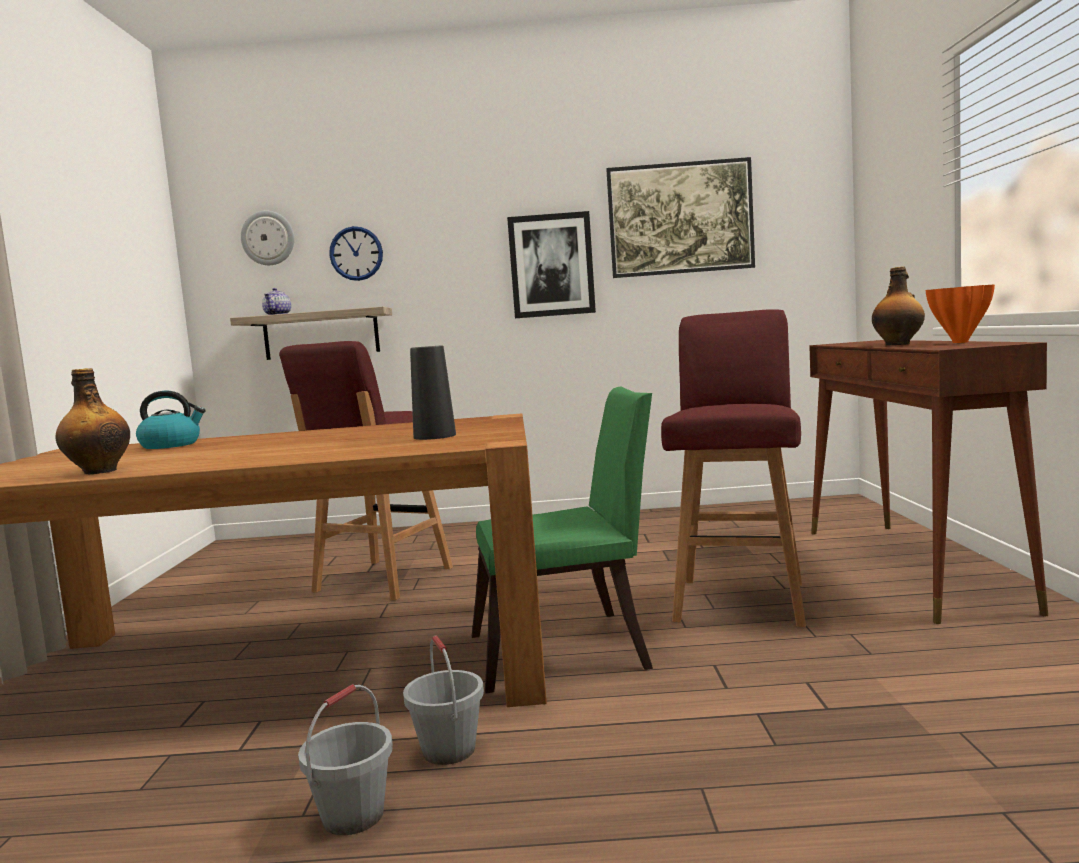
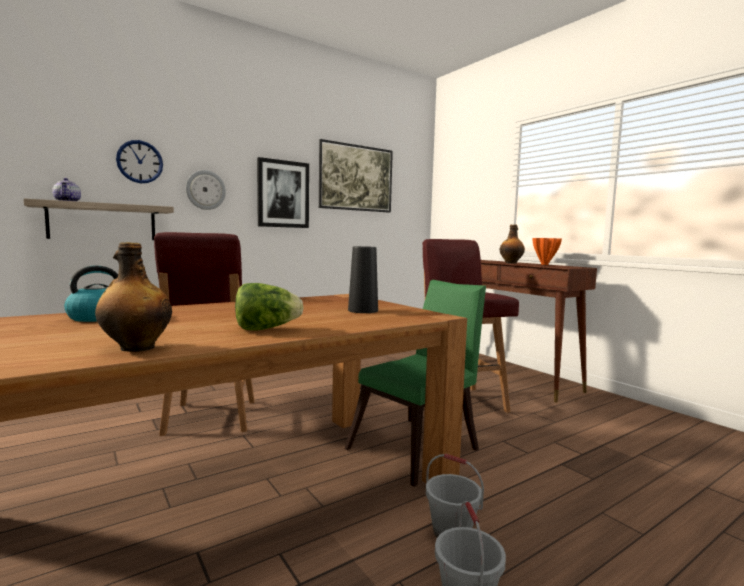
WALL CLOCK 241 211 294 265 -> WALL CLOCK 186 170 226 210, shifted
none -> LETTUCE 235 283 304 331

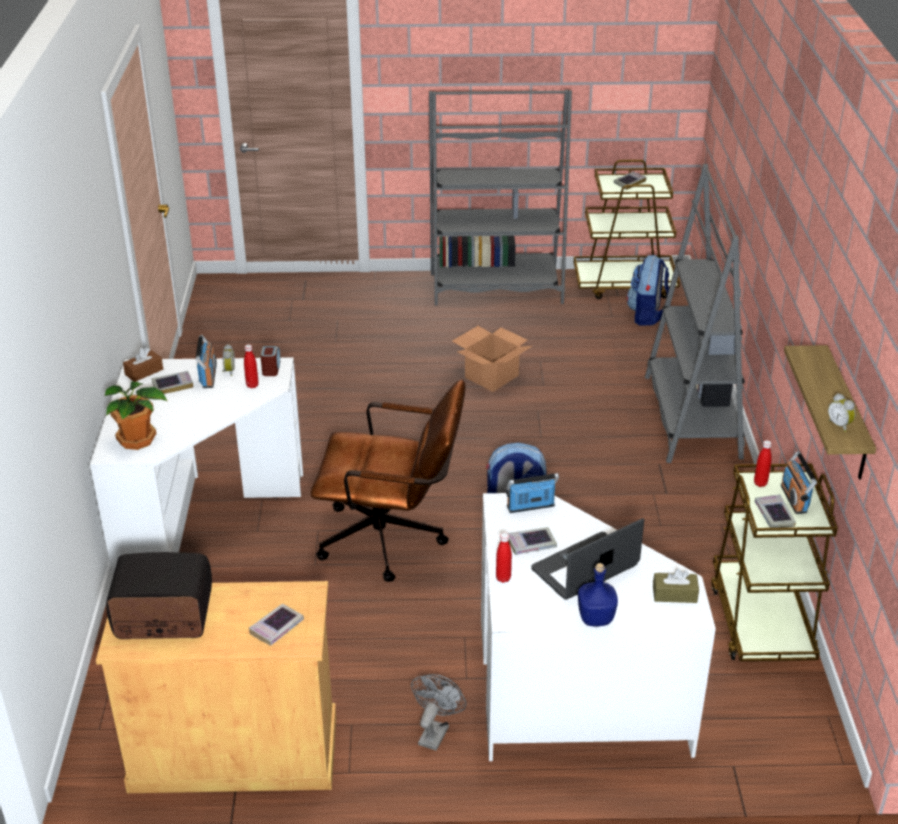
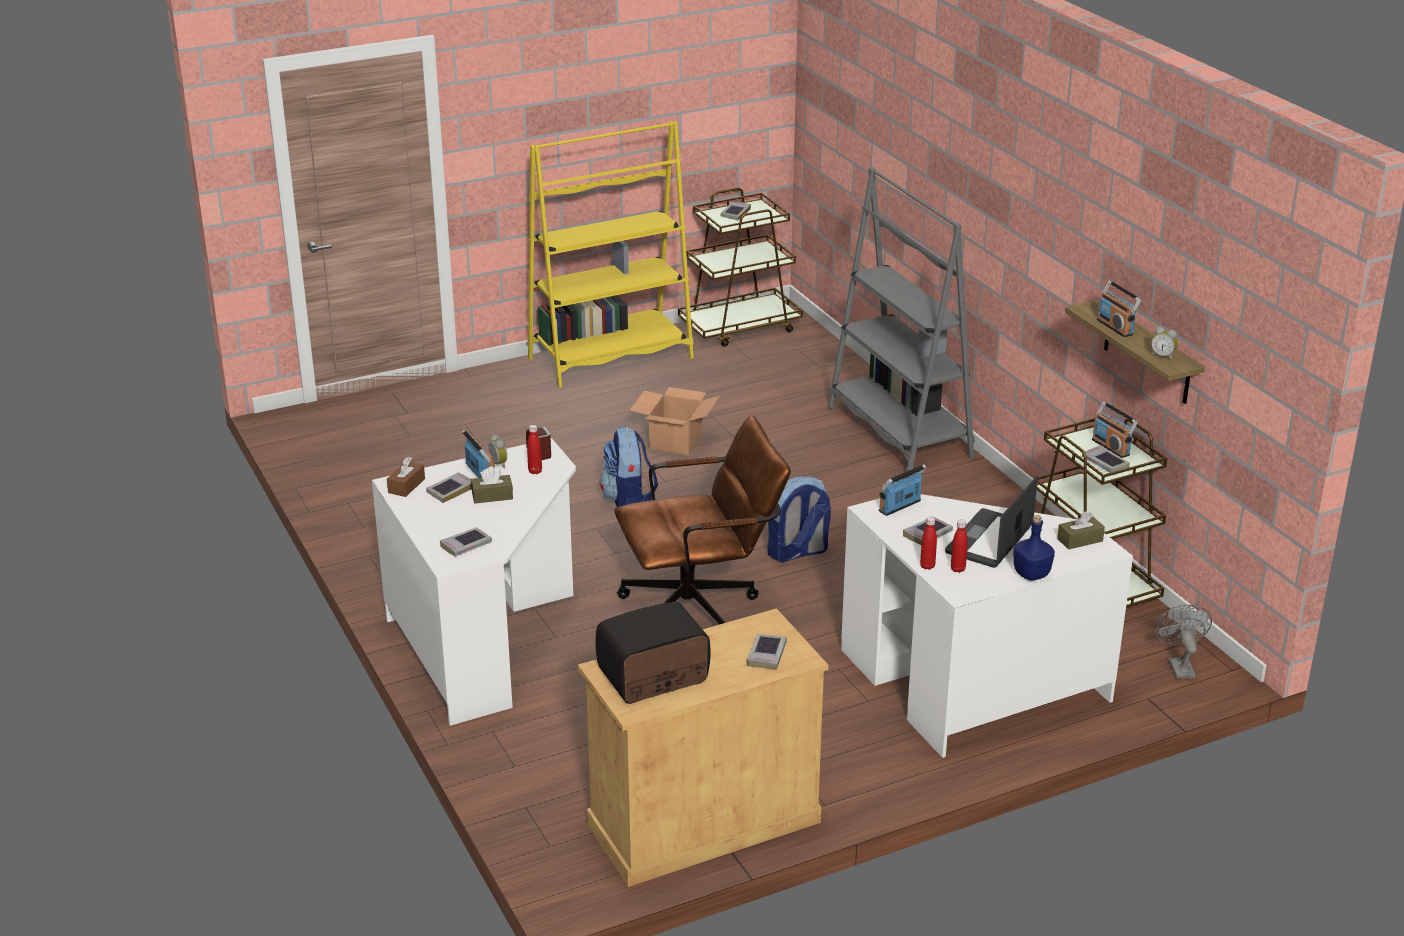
POTTED PLANT 105 381 167 450 -> BOOK 440 527 492 557
GREY FAN 411 674 466 751 -> GREY FAN 1155 605 1212 679, shifted
GREY BOOKCASE 429 90 572 306 -> YELLOW BOOKCASE 528 121 694 388
BACKPACK 627 255 671 326 -> BACKPACK 600 426 658 507, shifted
RED BOTTLE 754 440 772 487 -> RED BOTTLE 951 520 968 573, shifted
none -> BROWN TISSUE BOX 471 467 513 503
none -> RADIO 1097 280 1141 337

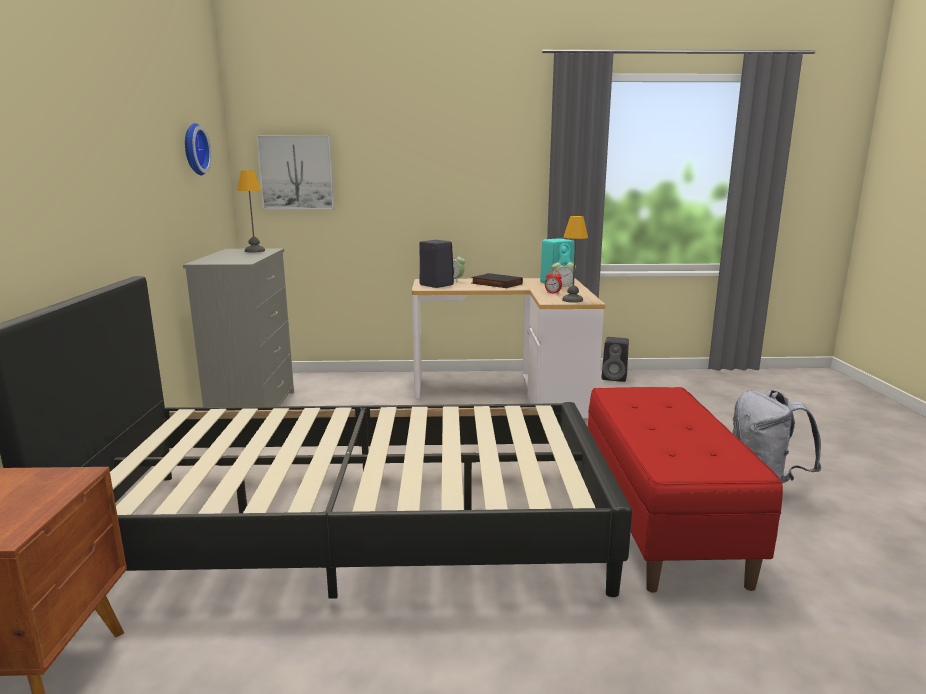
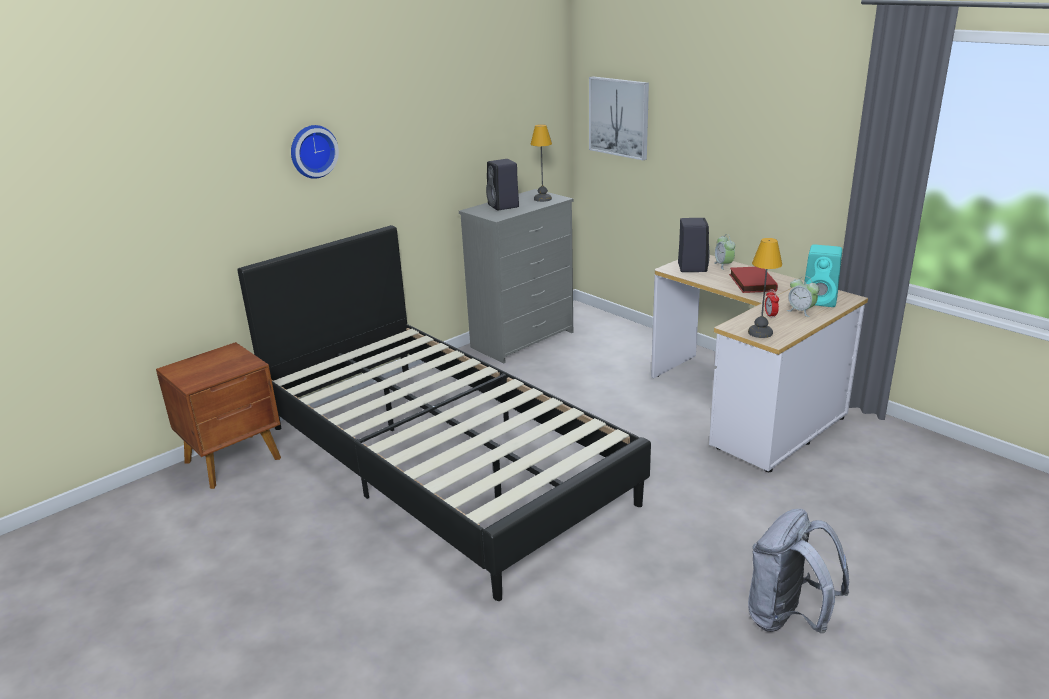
WALL CLOCK 185 123 212 175 -> WALL CLOCK 291 125 339 179, shifted
BLACK BOOK 471 273 523 288 -> RED BOOK 729 267 778 293
RED BENCH 588 387 783 593 -> none
BLACK SPEAKER 601 337 629 382 -> BLACK SPEAKER 486 159 519 210, shifted

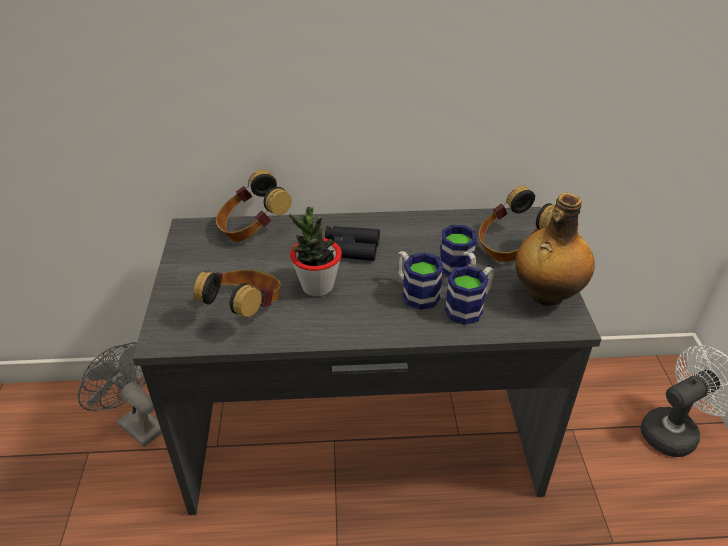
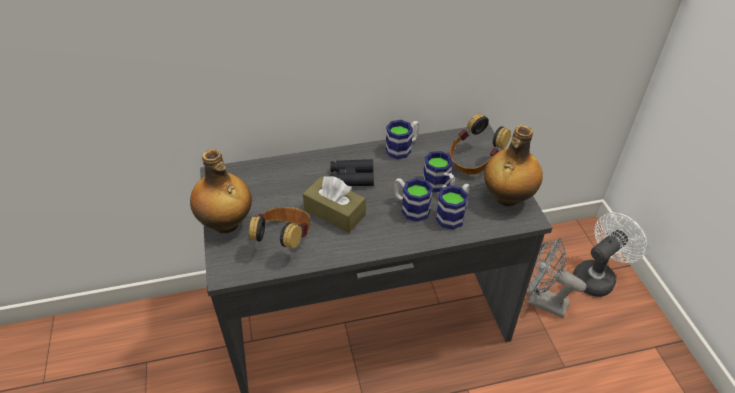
GREY FAN 78 342 162 447 -> GREY FAN 527 238 587 318, shifted
HEADPHONES 216 170 292 242 -> none
POTTED PLANT 289 207 342 297 -> BROWN TISSUE BOX 303 176 366 233
none -> BOTTLE 190 149 252 233
none -> MUG 385 120 419 159

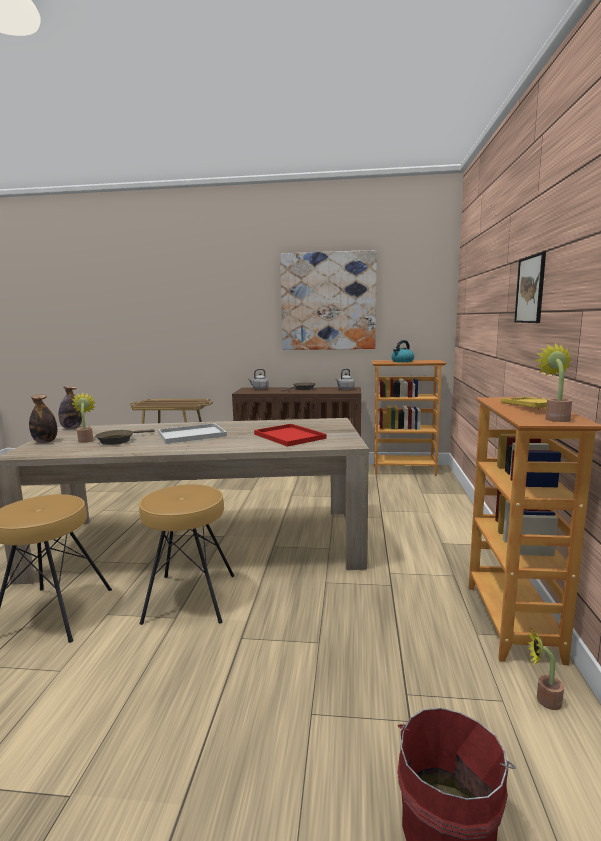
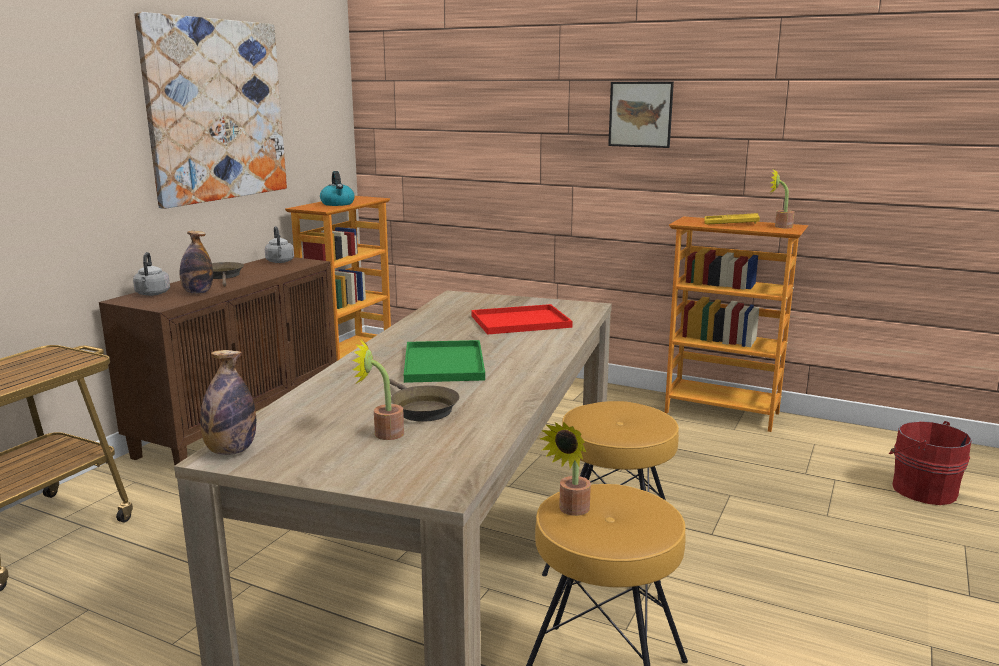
BOTTLE 29 395 57 443 -> BOTTLE 180 231 213 294, shifted
WHITE TRAY 158 423 227 444 -> GREEN TRAY 404 340 485 383
POTTED PLANT 528 629 564 710 -> POTTED PLANT 540 422 591 516, shifted

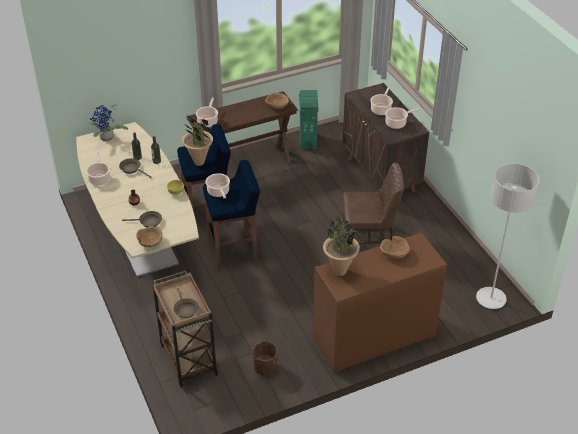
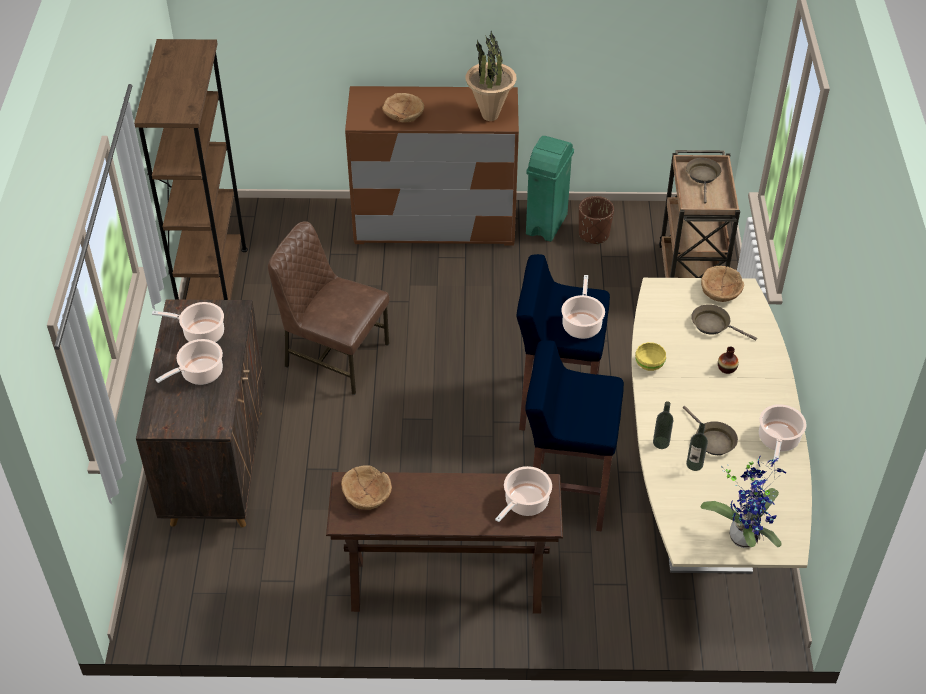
POTTED PLANT 182 116 213 166 -> none
GREEN TRASH CAN 299 90 319 149 -> GREEN TRASH CAN 526 136 574 242, shifted
GREY FLOOR LAMP 476 163 539 309 -> none
none -> BROWN BOOKCASE 134 39 248 300

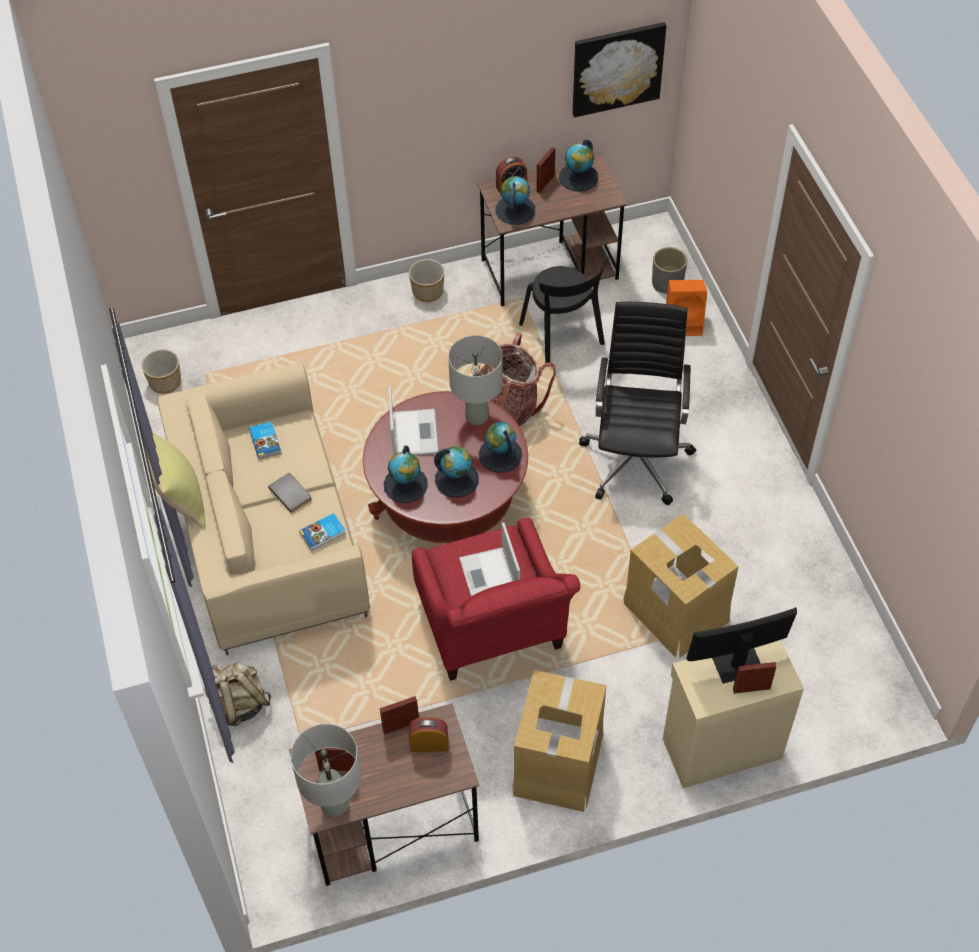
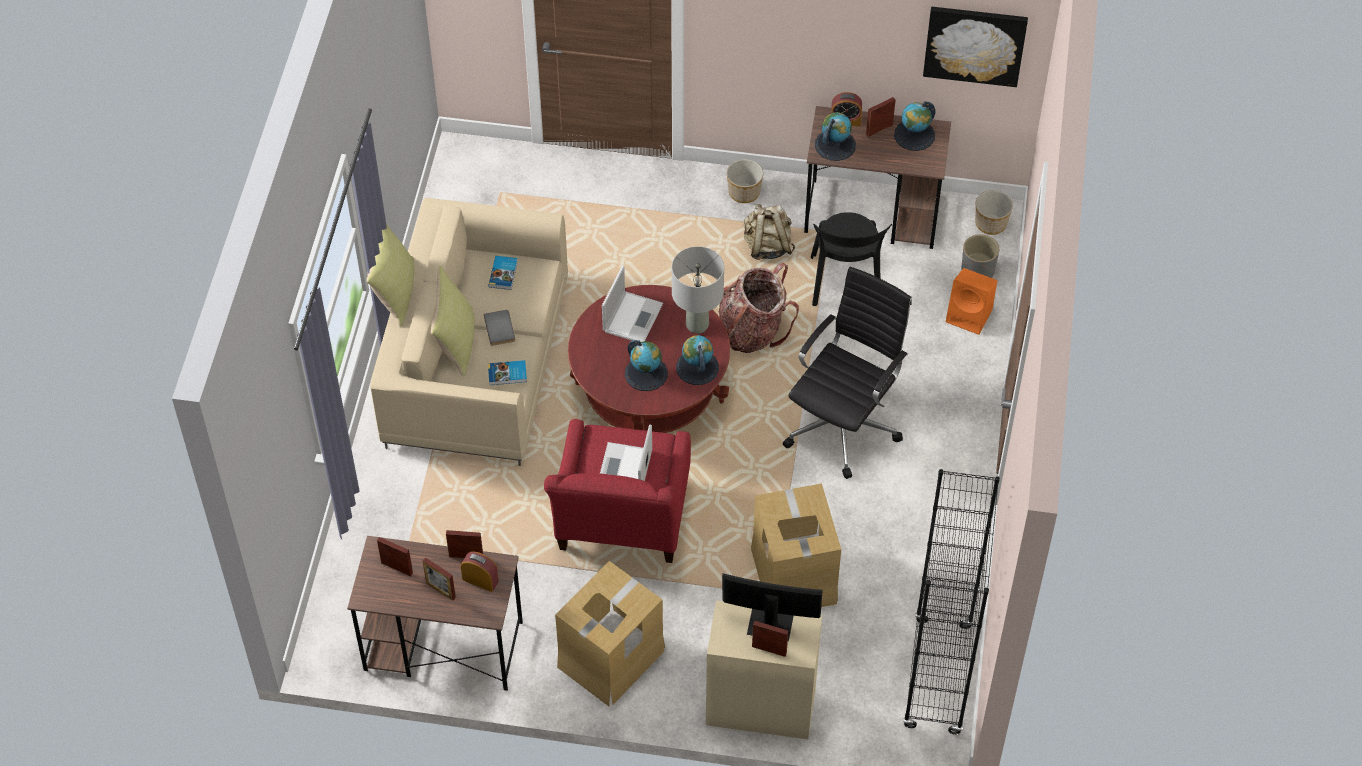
PLANTER 141 349 181 394 -> PLANTER 975 190 1013 235, shifted
BEIGE BACKPACK 204 662 271 726 -> BEIGE BACKPACK 744 204 795 260, shifted
GREY TABLE LAMP 291 724 361 817 -> none
GLOBE 384 445 428 503 -> none
none -> PICTURE FRAME 423 558 456 601
none -> YELLOW PILLOW 431 265 475 376
none -> BLACK BOOKCASE 903 469 1000 735

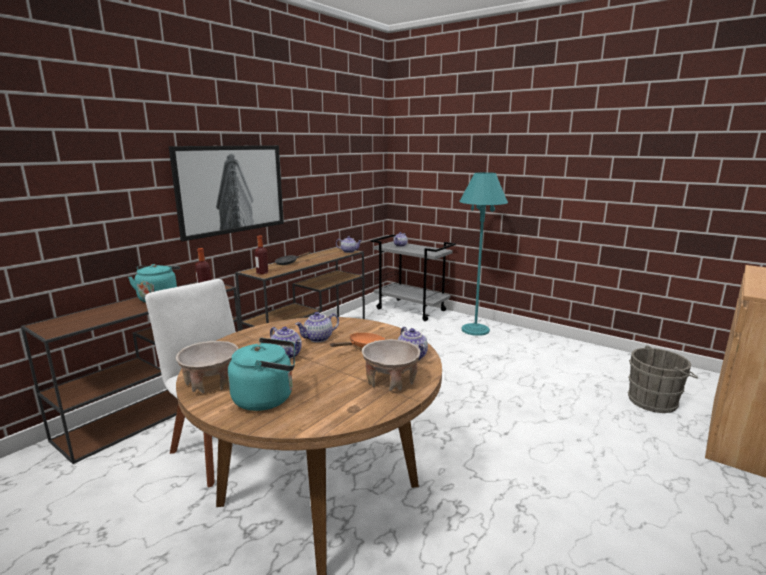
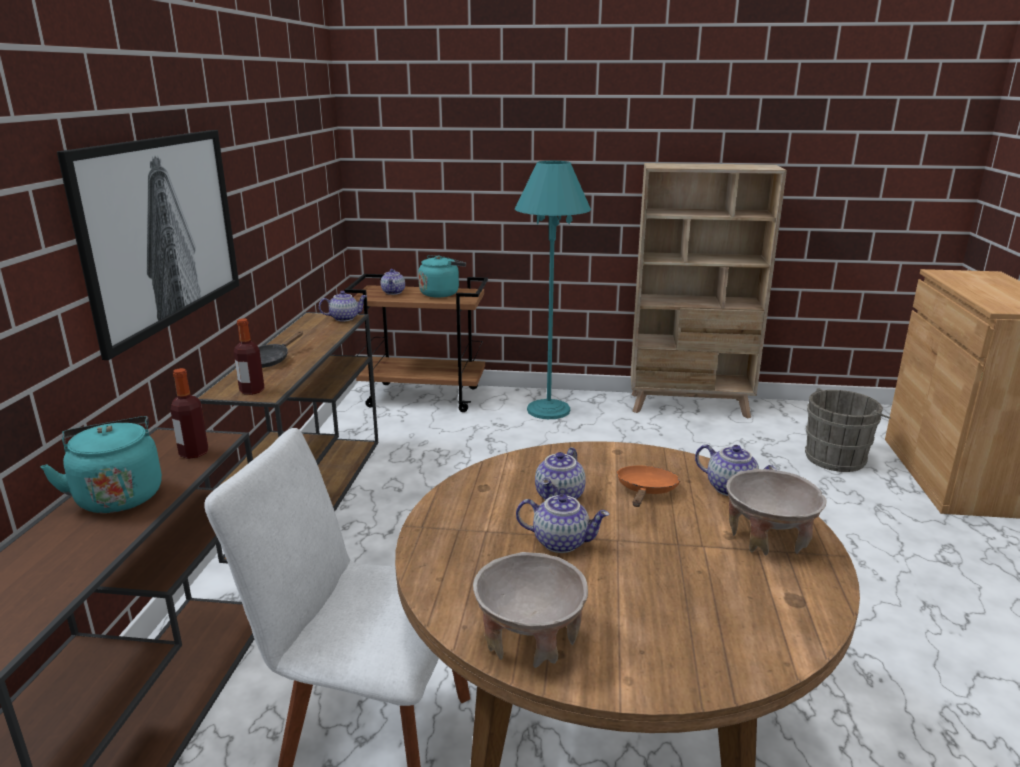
TURQUOISE KETTLE 228 338 295 411 -> TURQUOISE KETTLE 418 255 466 298, shifted
GREY CART 371 235 456 321 -> BROWN CART 344 274 488 412
none -> BEIGE BOOKCASE 631 163 787 419

